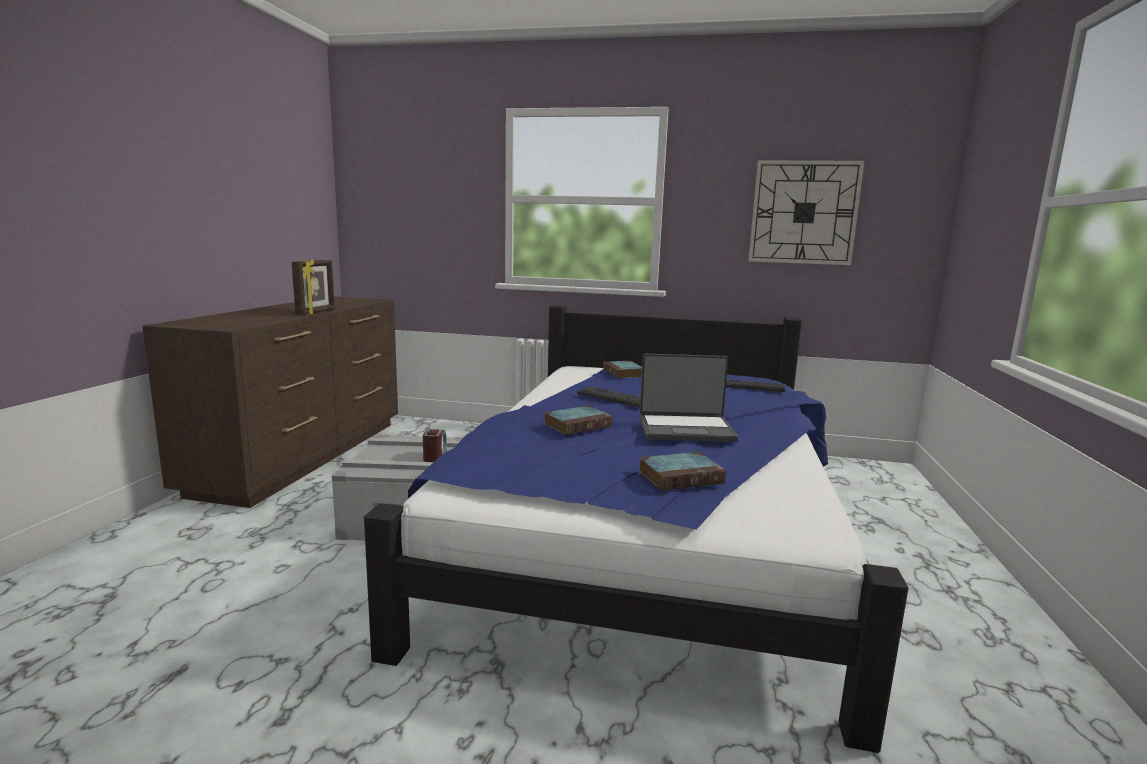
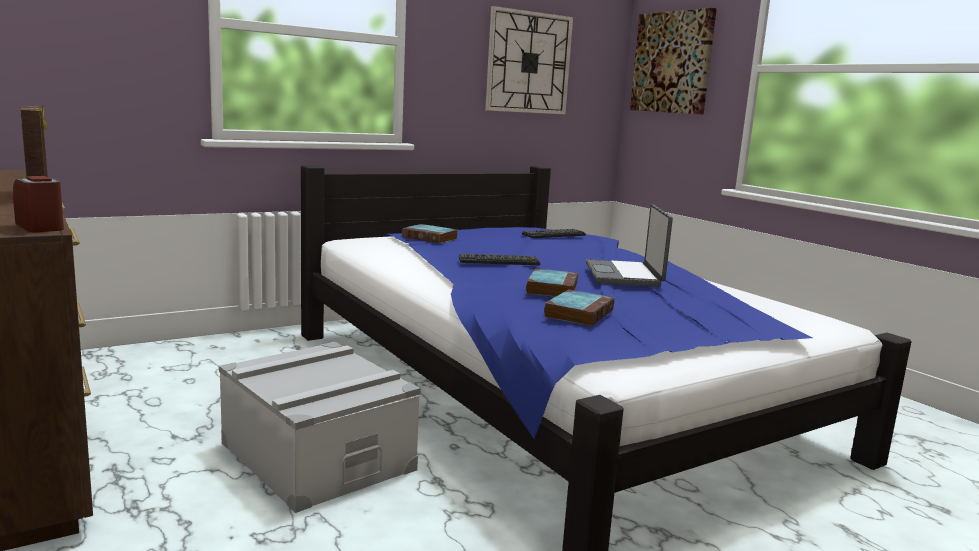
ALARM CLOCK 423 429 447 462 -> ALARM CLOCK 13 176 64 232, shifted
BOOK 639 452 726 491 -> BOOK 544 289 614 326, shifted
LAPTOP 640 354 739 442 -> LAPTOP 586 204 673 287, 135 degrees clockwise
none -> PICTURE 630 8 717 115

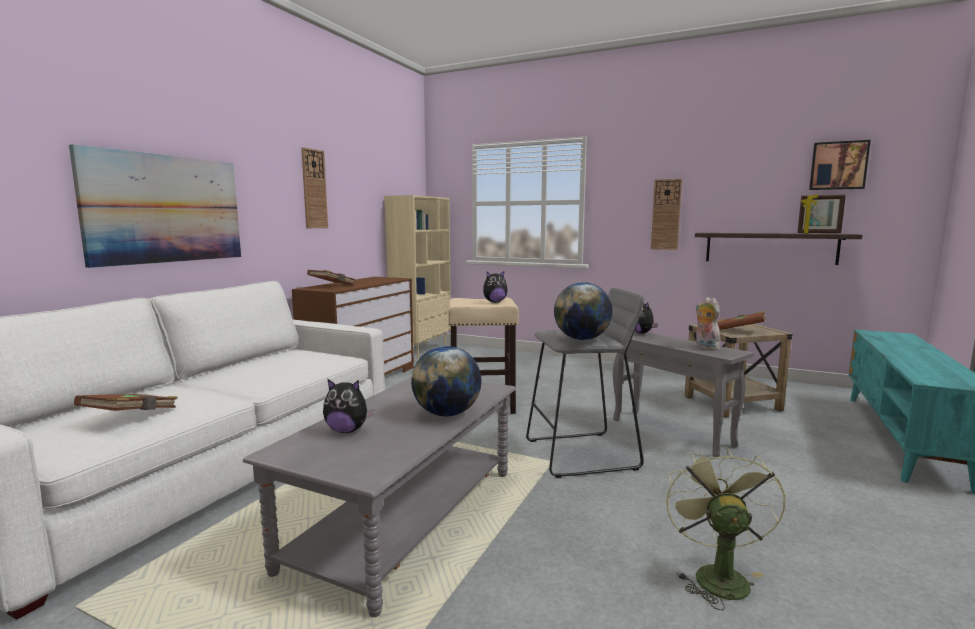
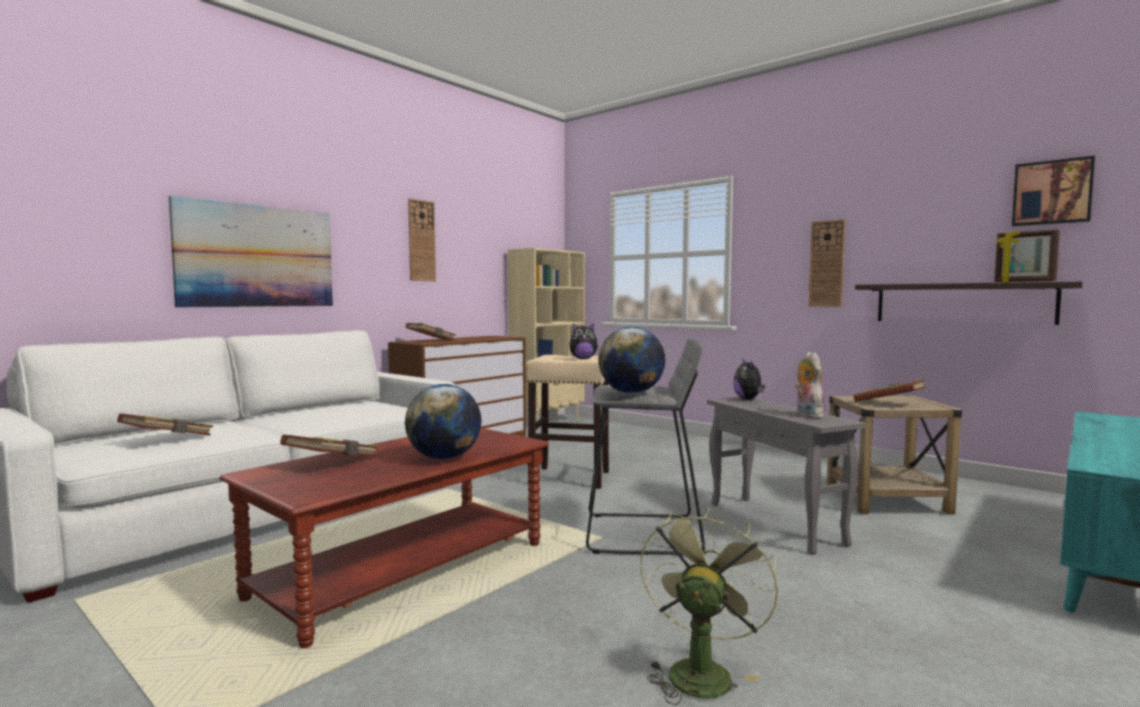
GREY COFFEE TABLE 243 377 516 617 -> BROWN COFFEE TABLE 219 428 549 648
PLUSH TOY 323 379 374 433 -> BROWN BOOK 280 435 378 458

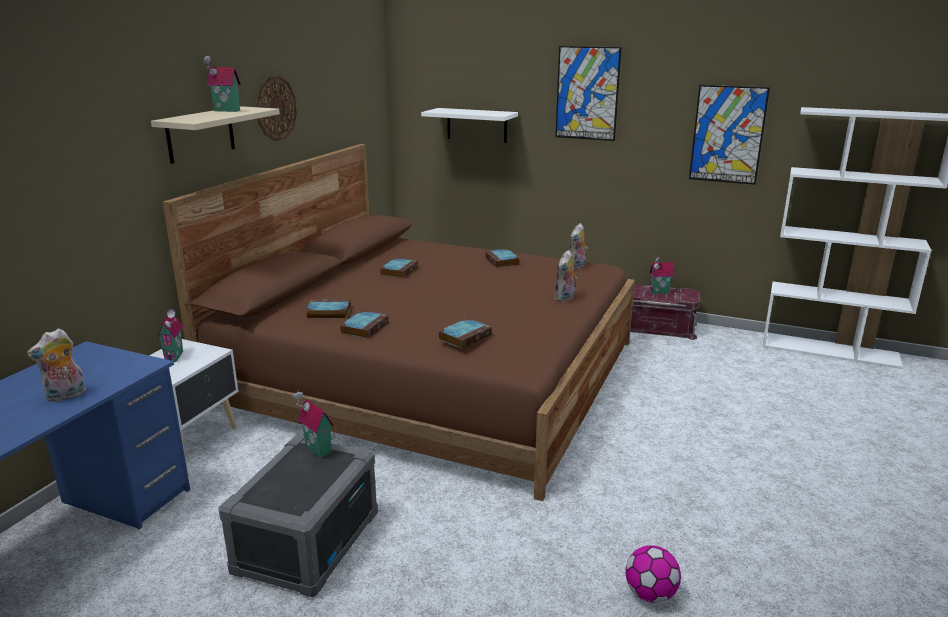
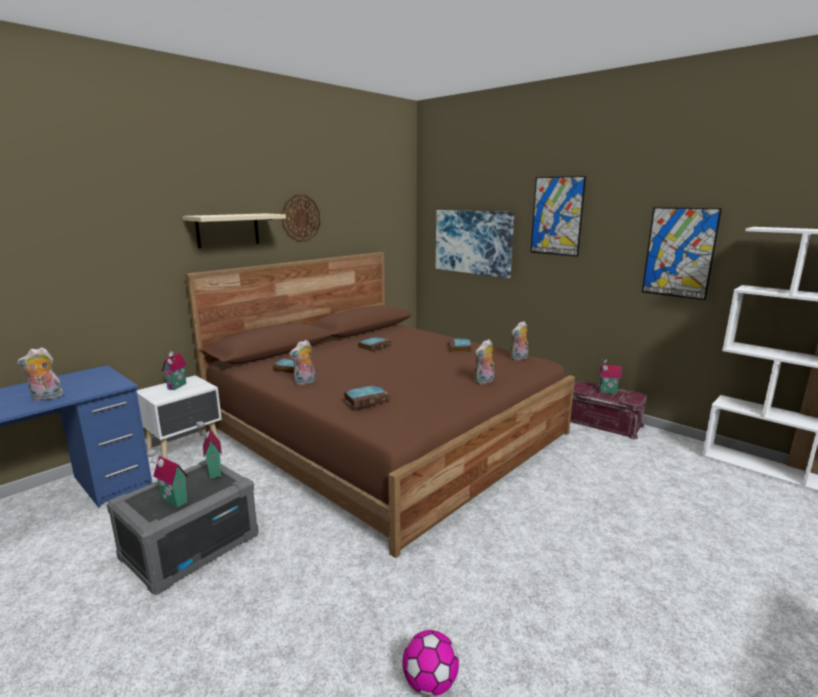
TOY HOUSE 203 56 241 112 -> TOY HOUSE 146 449 188 508, shifted
BOOK 340 310 389 339 -> PLUSH TOY 289 340 315 385
WHITE SHELF 421 108 518 143 -> PICTURE 436 210 514 278

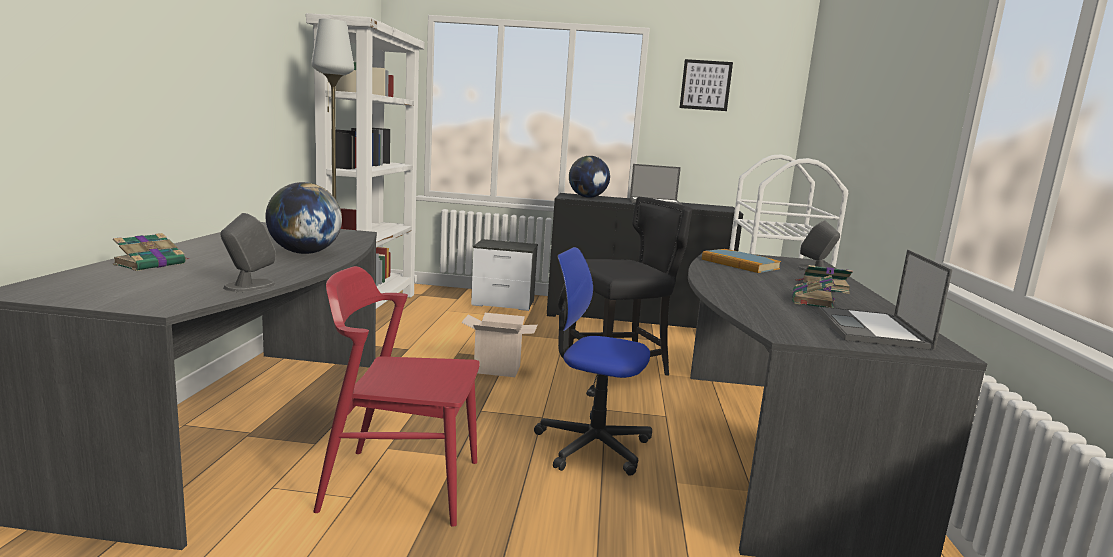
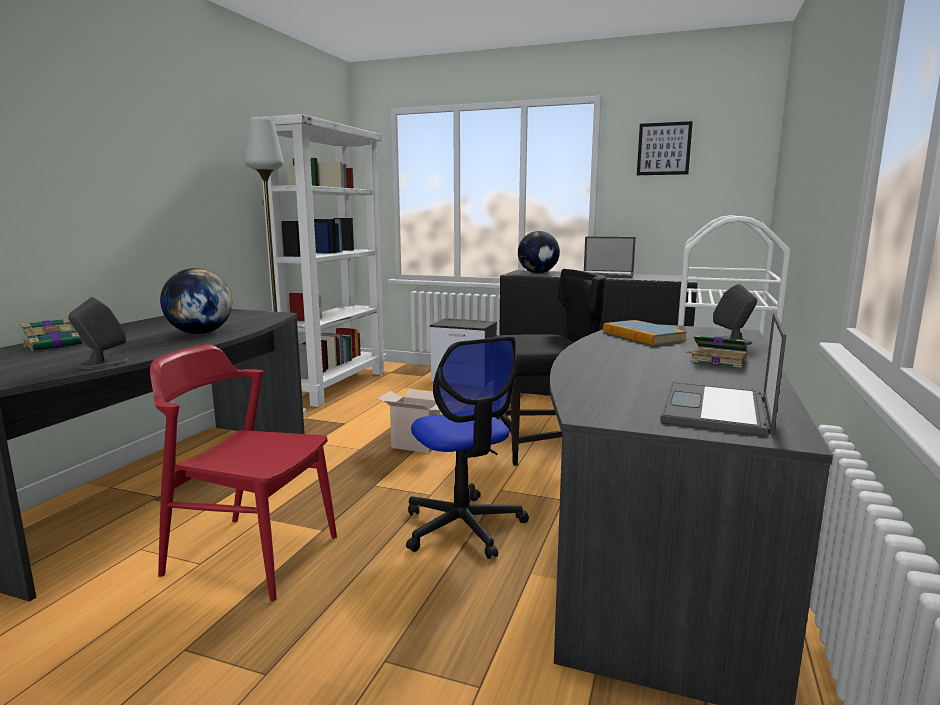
OFFICE CHAIR 534 247 652 476 -> OFFICE CHAIR 406 336 529 559, 150 degrees counterclockwise
BOOK 792 275 835 308 -> none

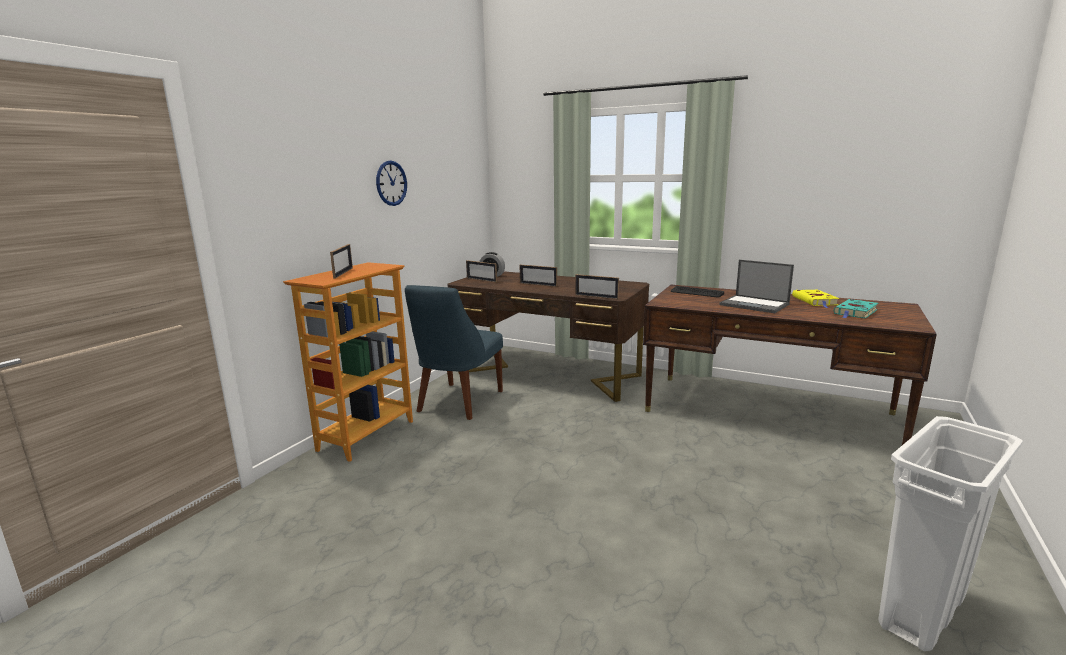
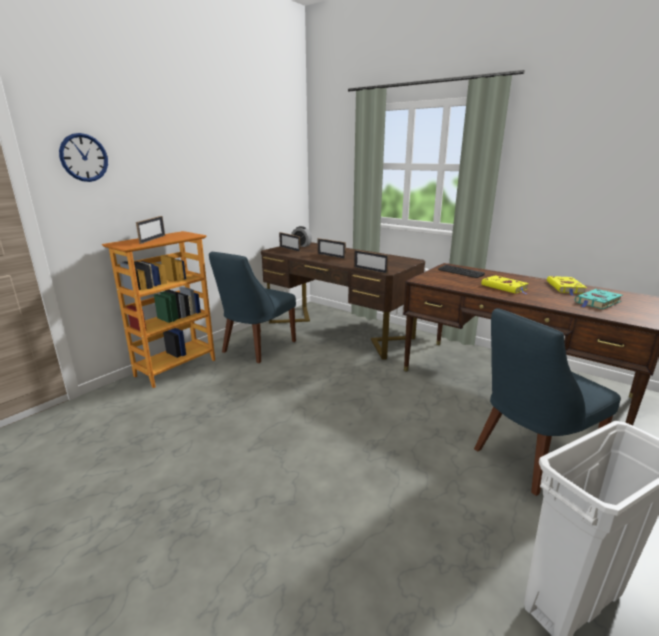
WALL CLOCK 376 161 407 206 -> WALL CLOCK 59 133 108 182, shifted
LAPTOP 719 260 794 313 -> YELLOW BOOK 481 275 529 294
none -> BLUE CHAIR 474 308 621 496

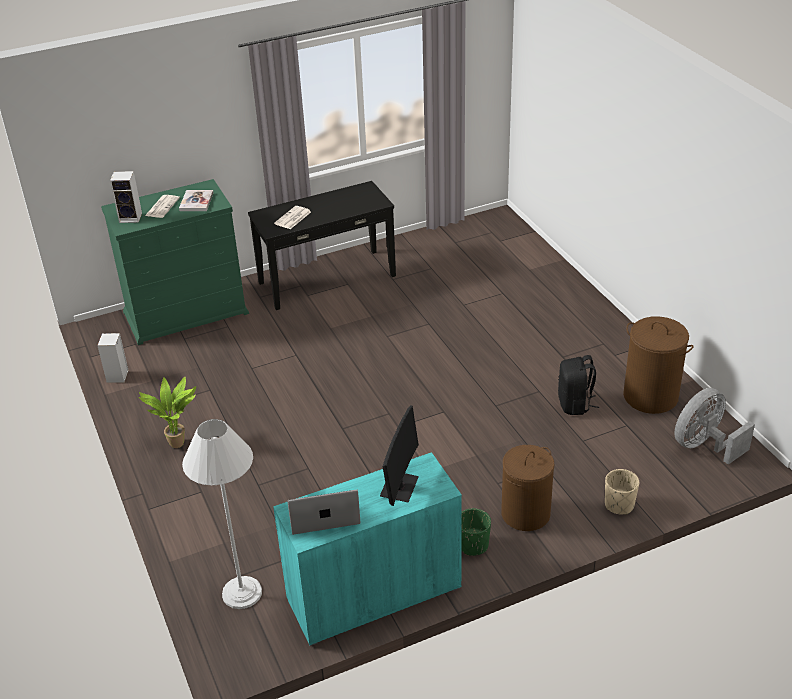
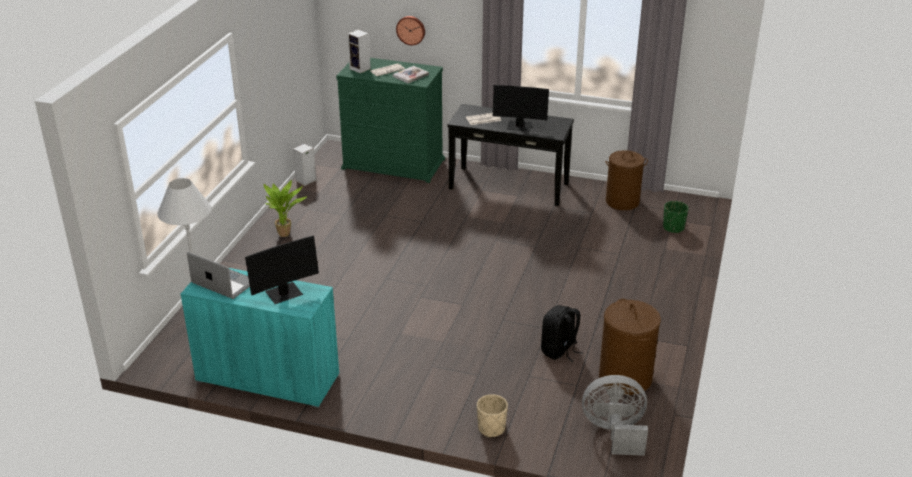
GREEN PLANTER 461 508 491 556 -> GREEN PLANTER 663 201 689 233, shifted
BROWN LAUNDRY BASKET 501 445 555 531 -> BROWN LAUNDRY BASKET 605 150 648 210, shifted
none -> WALL CLOCK 396 16 425 45
none -> MONITOR 493 85 549 131

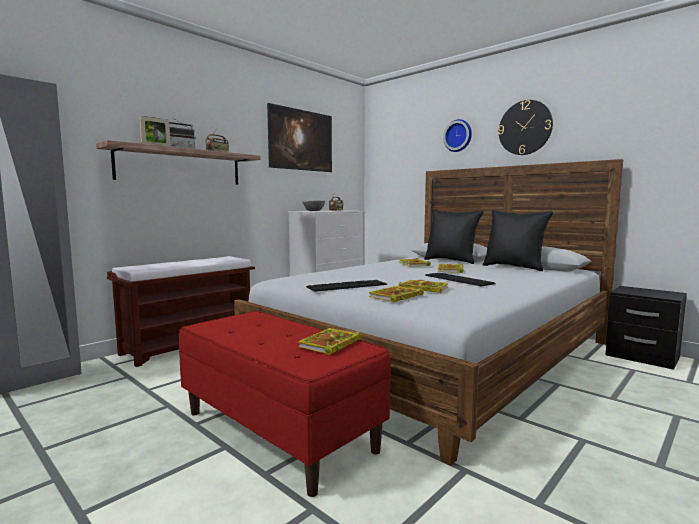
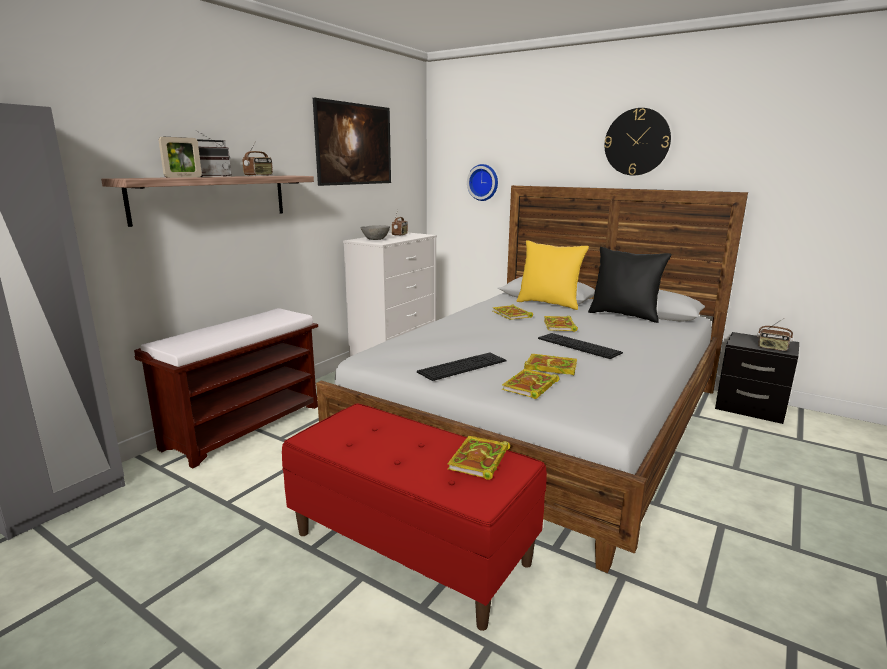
BLACK PILLOW 424 209 484 264 -> YELLOW PILLOW 516 240 589 310
WALL CLOCK 443 119 472 152 -> WALL CLOCK 467 164 498 201, shifted
none -> RADIO 757 318 793 351

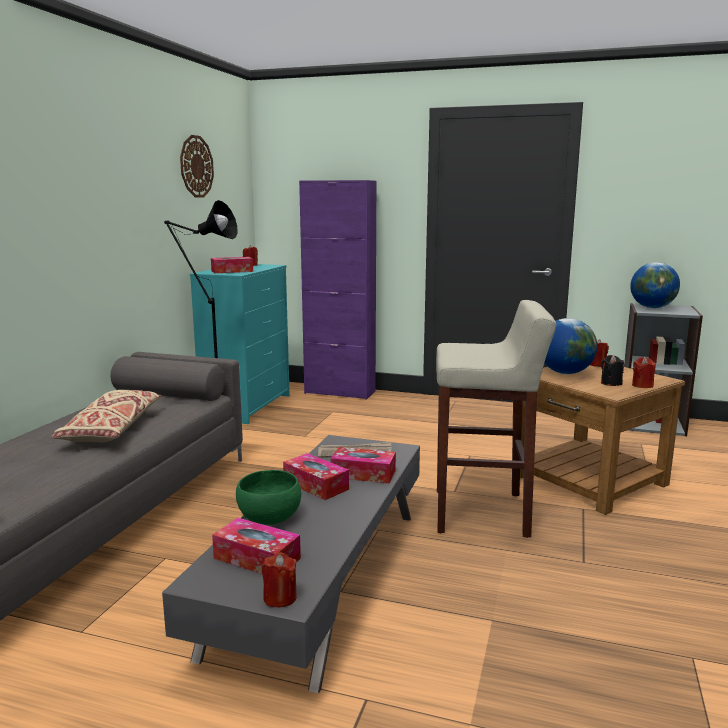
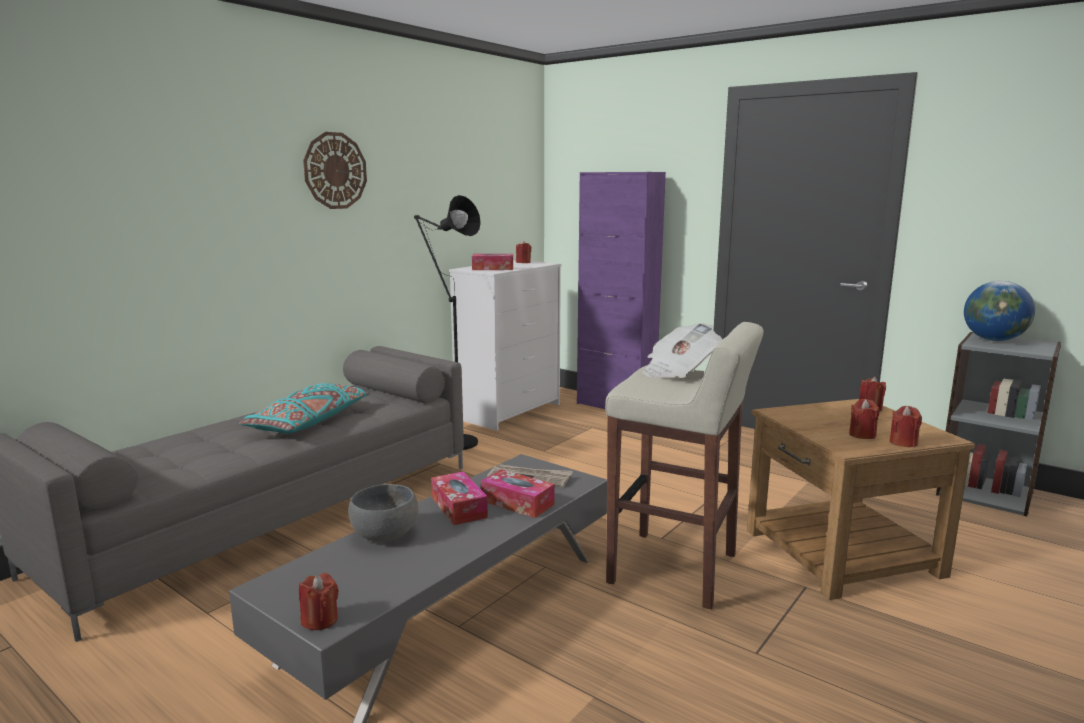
BEIGE PILLOW 51 390 161 442 -> TURQUOISE PILLOW 239 383 370 434
WALL CLOCK 180 135 214 197 -> WALL CLOCK 303 132 367 209, shifted
TURQUOISE DRESSER 190 264 290 424 -> WHITE DRESSER 449 260 562 431
TISSUE BOX 212 518 301 574 -> none
GREEN BOWL 236 470 301 525 -> GREY BOWL 348 484 418 542
GLOBE 545 318 597 374 -> none
BLACK CANDLE 601 355 624 386 -> RED CANDLE 849 399 879 439
none -> NEWSPAPER 642 323 722 378

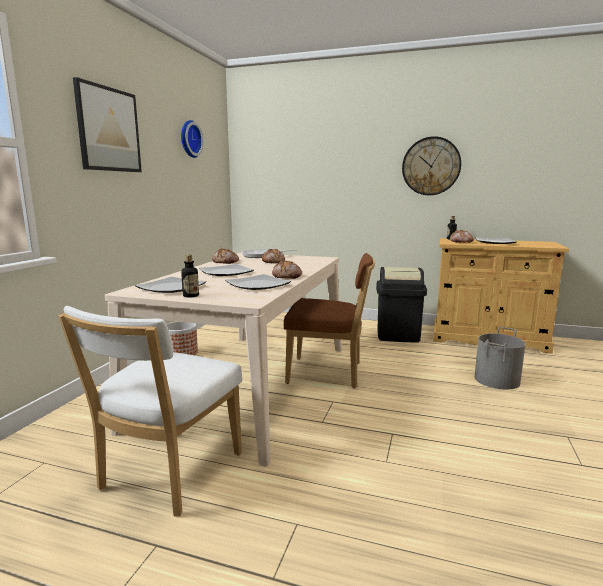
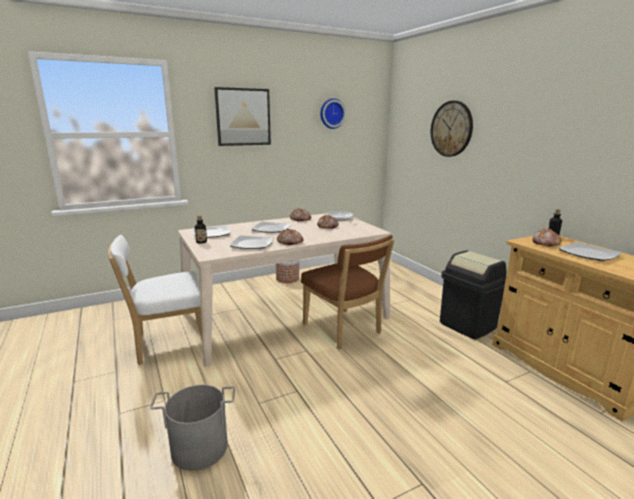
WALL CLOCK 402 136 461 195 -> WALL CLOCK 431 101 473 157, shifted
GREY BUCKET 475 327 525 390 -> GREY BUCKET 150 385 235 471, shifted

